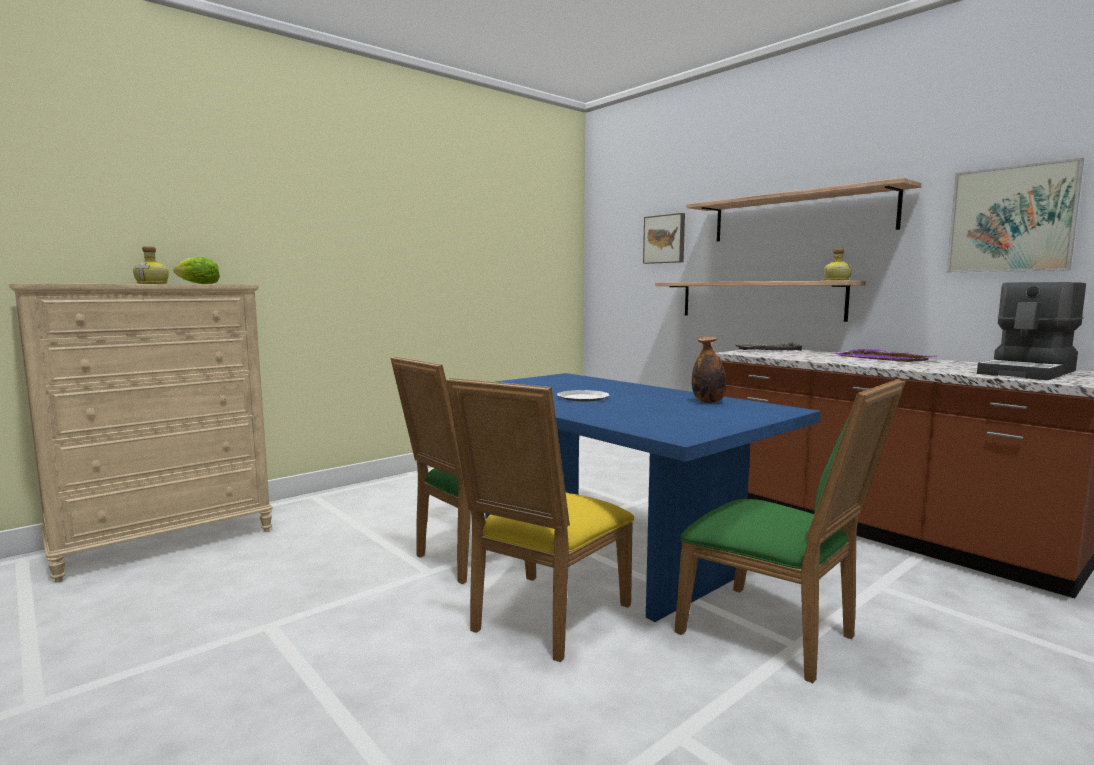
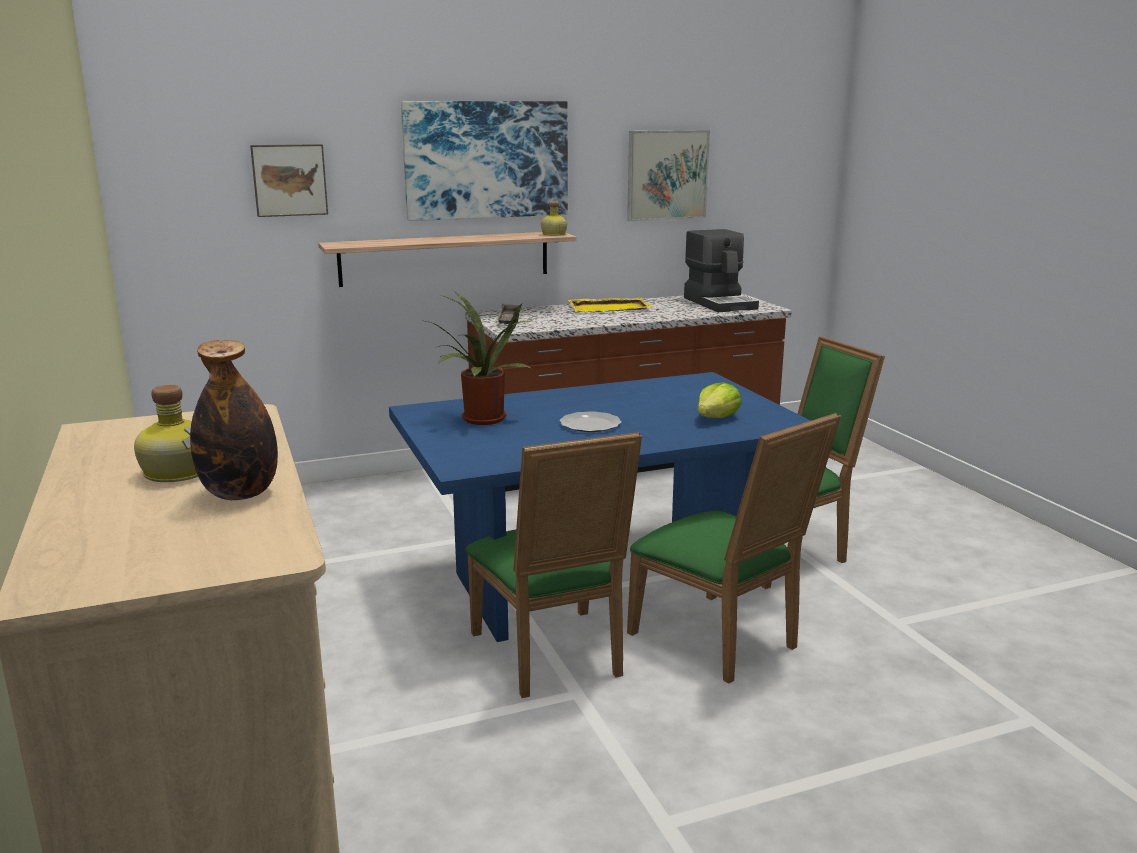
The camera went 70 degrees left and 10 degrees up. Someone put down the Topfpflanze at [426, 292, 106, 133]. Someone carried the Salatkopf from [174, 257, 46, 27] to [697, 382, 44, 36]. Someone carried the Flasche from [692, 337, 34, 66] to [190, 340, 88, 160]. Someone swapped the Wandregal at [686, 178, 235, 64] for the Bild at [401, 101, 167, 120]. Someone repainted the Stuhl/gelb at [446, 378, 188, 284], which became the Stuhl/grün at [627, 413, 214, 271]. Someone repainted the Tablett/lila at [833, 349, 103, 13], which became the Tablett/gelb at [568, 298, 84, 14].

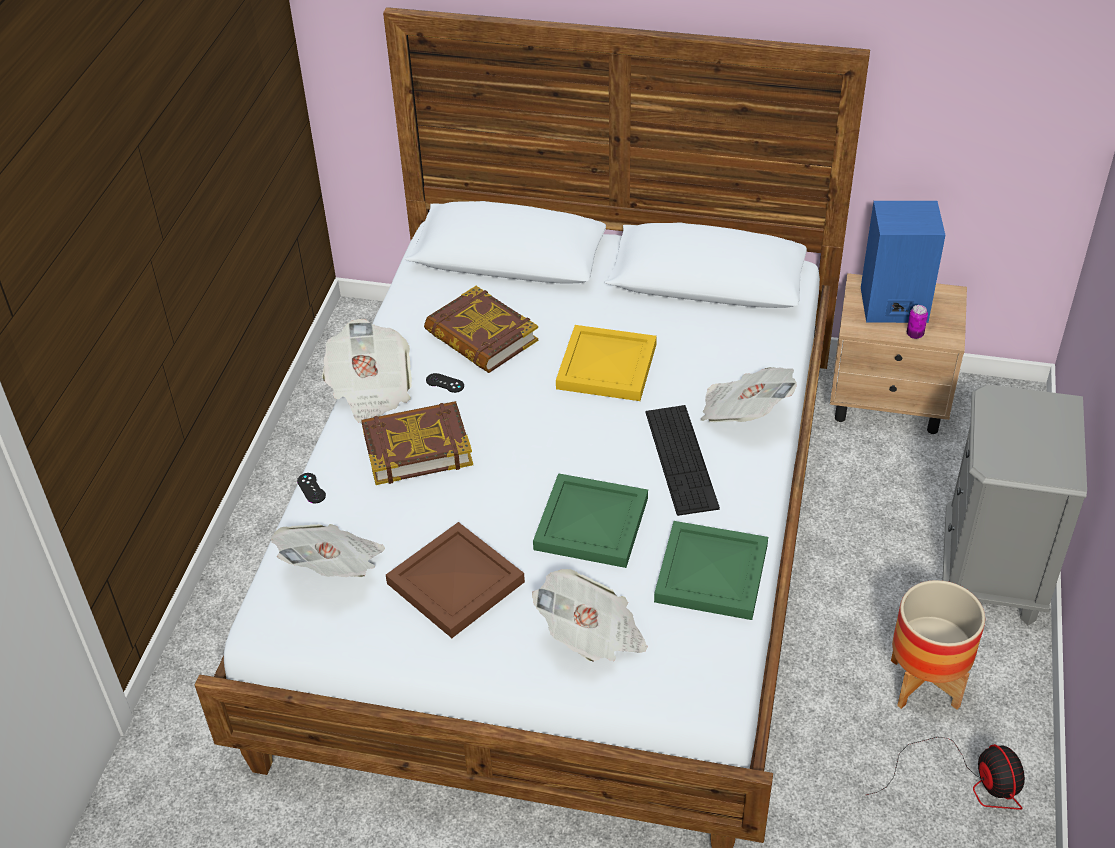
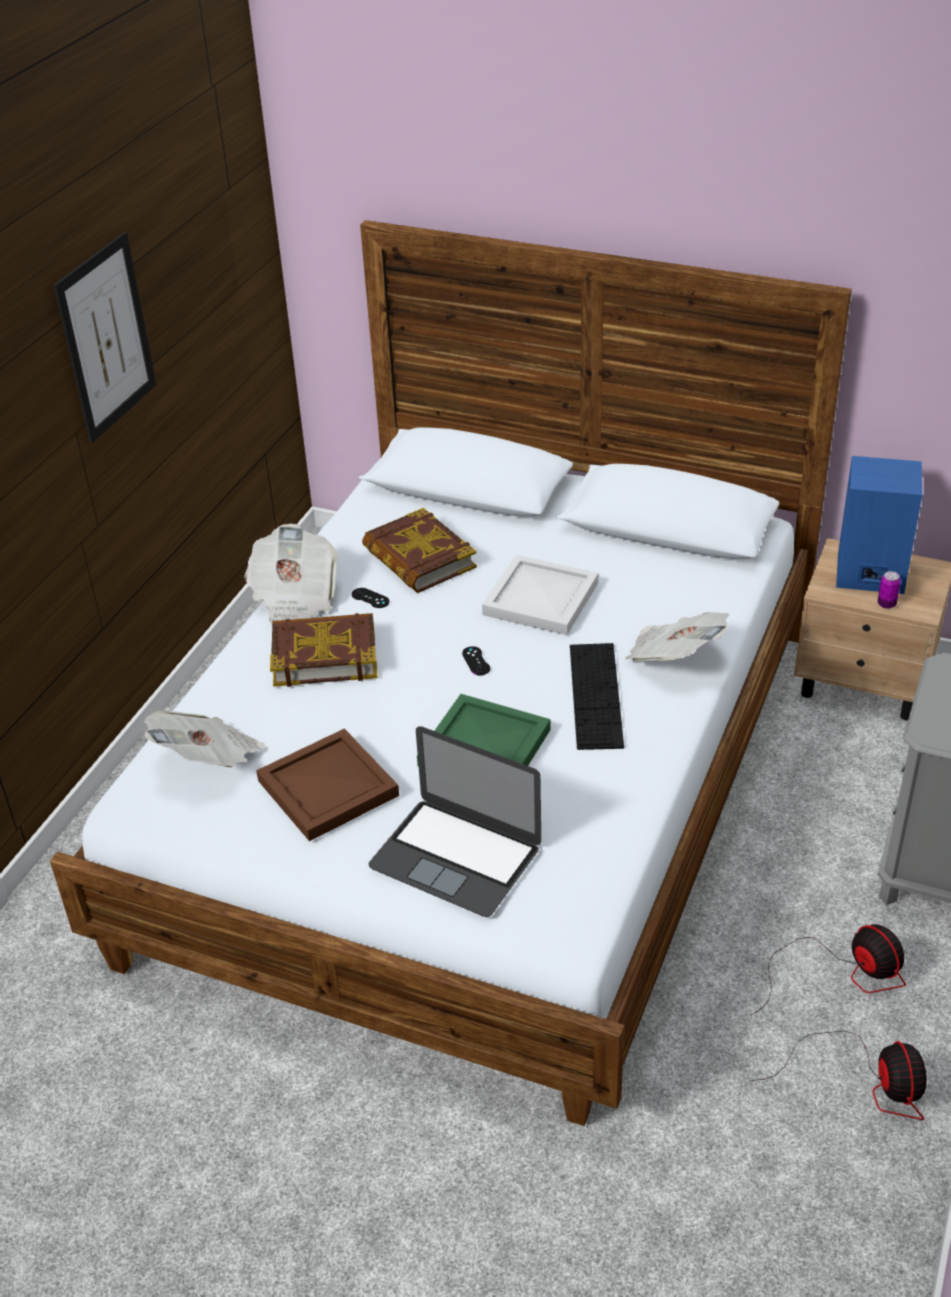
The camera went 10 degrees right and 5 degrees down. Someone took away the Tablett/grün at [654, 521, 114, 99]. Someone put up the Bild at [54, 232, 102, 211]. Someone carried the Gamepad/schwarz from [297, 473, 29, 30] to [462, 646, 28, 29]. Someone swapped the Zeitung at [532, 569, 116, 93] for the Laptop at [369, 726, 172, 191]. Someone swapped the Pflanzkübel at [891, 580, 94, 130] for the Ventilator at [751, 924, 155, 91]. Someone repainted the Tablett/gelb at [556, 325, 101, 76], which became the Tablett/weiß at [482, 555, 116, 80].

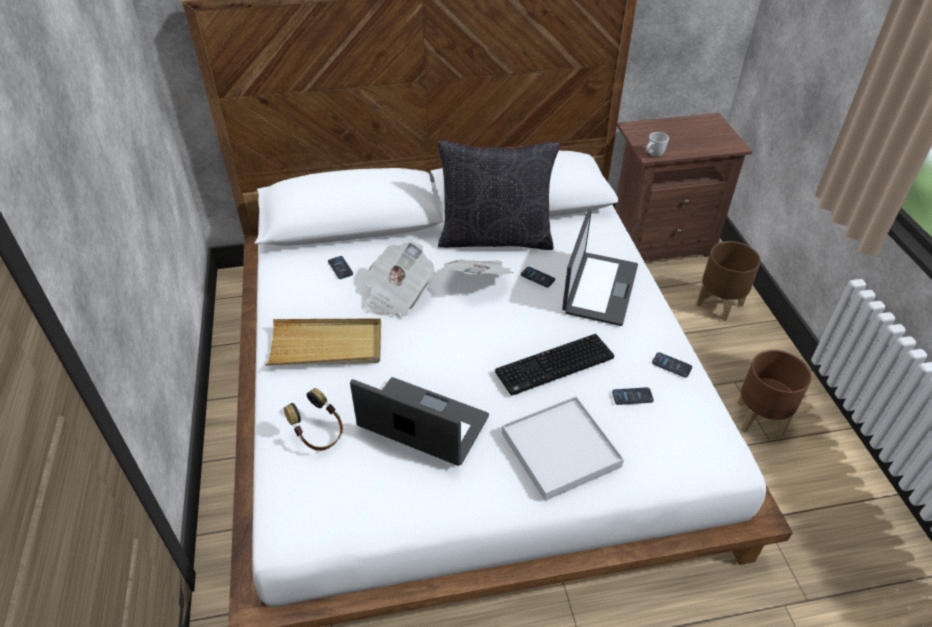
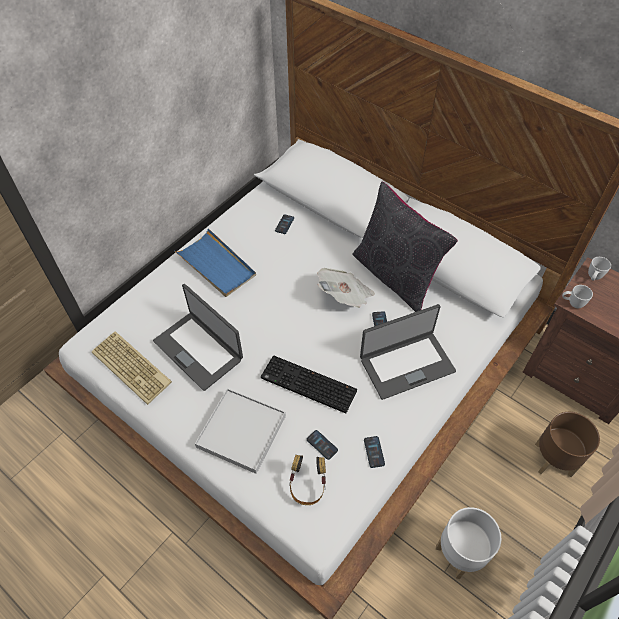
The camera went 50 degrees right and 10 degrees up. Someone took away the Zeitung at [365, 242, 69, 74]. Someone put down the Tastatur at [92, 331, 80, 74]. Someone put down the Henkelbecher/weiß at [588, 257, 23, 24]. Someone carried the Kopfhörer from [284, 388, 59, 63] to [289, 455, 37, 50]. Someone repainted the Tablett/beige at [265, 319, 116, 46], which became the Tablett/blau at [175, 228, 81, 69]. Someone repainted the Pflanzkübel/braun at [738, 350, 74, 88], which became the Pflanzkübel/weiß at [436, 507, 65, 72]. Someone rotated the Laptop at [350, 377, 139, 89] by 150 degrees clockwise.

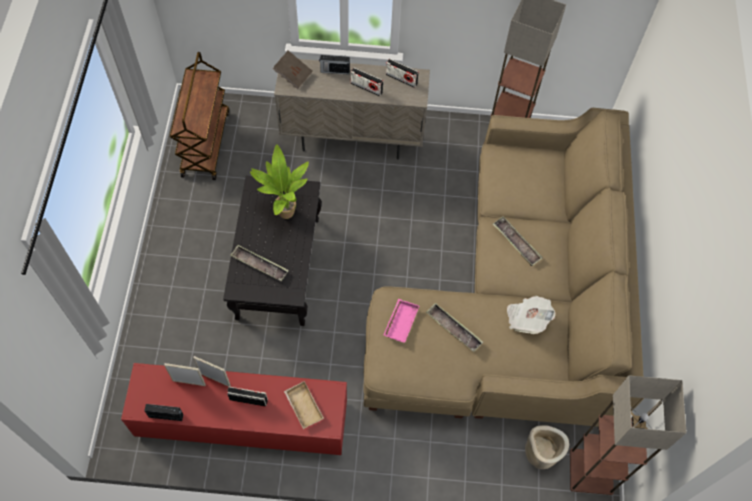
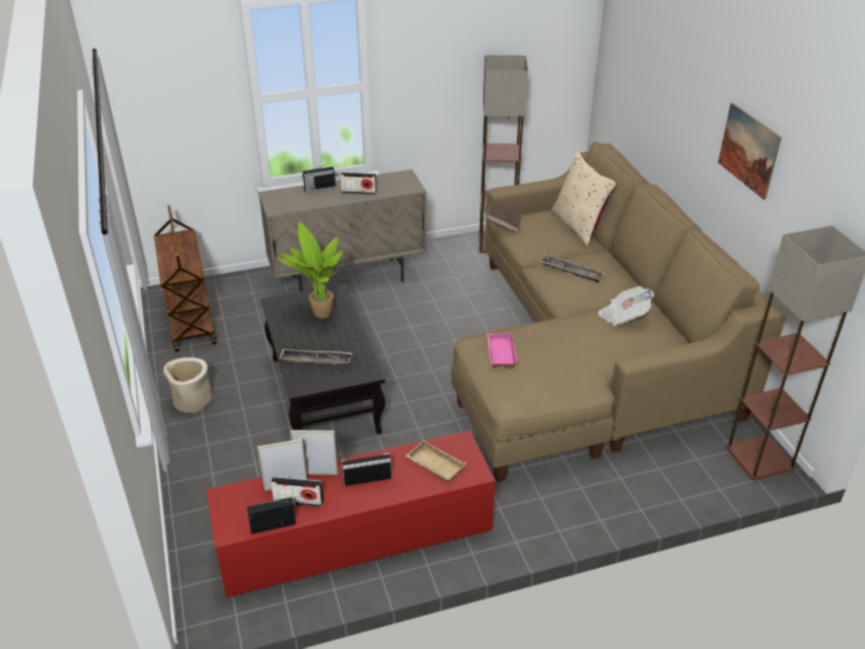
The camera went 20 degrees left and 25 degrees down. Someone took away the Tablett at [426, 303, 57, 49]. Someone put down the Kissen/beige at [551, 151, 66, 95]. Someone put up the Bild at [718, 103, 64, 97]. Someone carried the Buch/braun from [273, 51, 40, 39] to [487, 202, 34, 31]. Someone carried the Radio from [386, 59, 33, 29] to [271, 476, 52, 31]. Someone carried the Pflanzkübel/beige from [525, 425, 44, 44] to [163, 357, 49, 56].

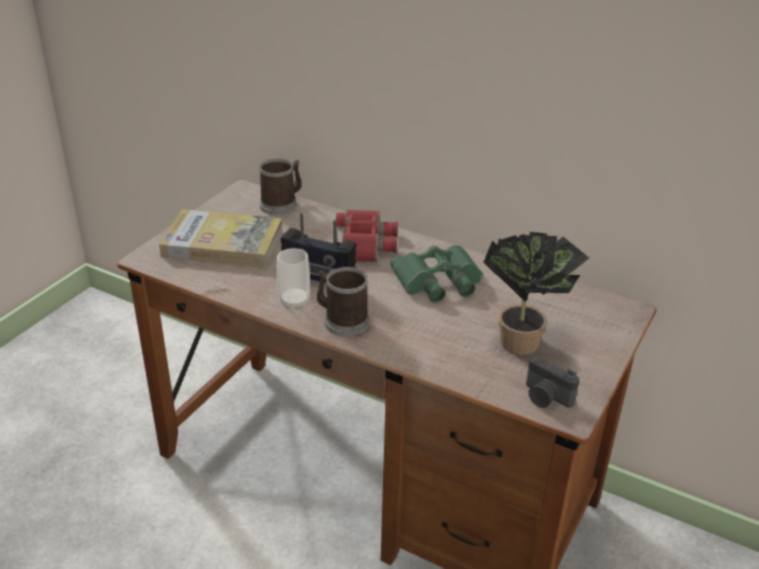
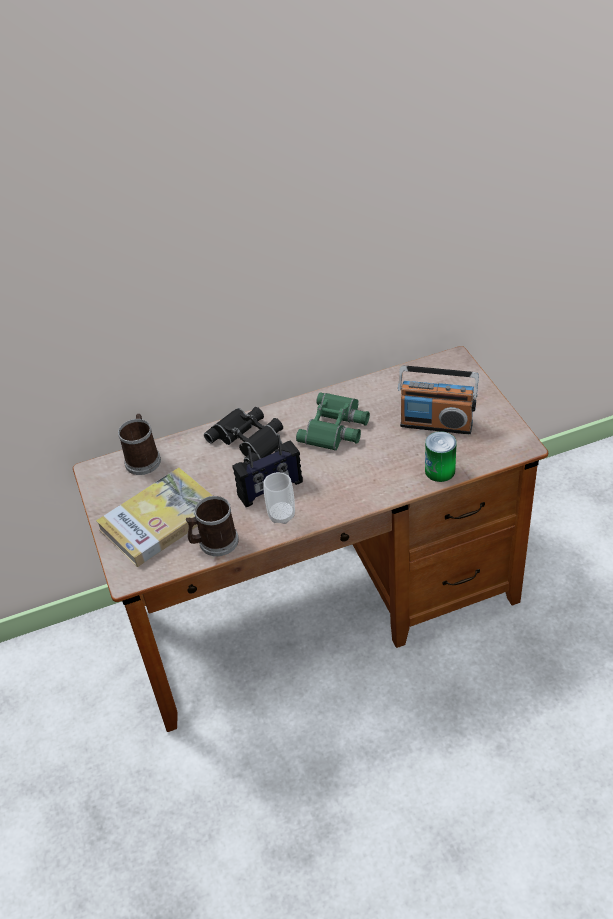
The camera went 45 degrees left and 10 degrees up. Someone took away the Kamera at [526, 356, 53, 52]. Someone put down the Dose at [425, 431, 32, 51]. Someone carried the Henkelbecher from [317, 267, 52, 70] to [186, 496, 53, 60]. Someone swapped the Topfpflanze at [483, 232, 106, 123] for the Radio at [398, 365, 81, 69]. Someone repainted the Fernglas/rot at [336, 210, 62, 52], which became the Fernglas/schwarz at [204, 407, 79, 56].

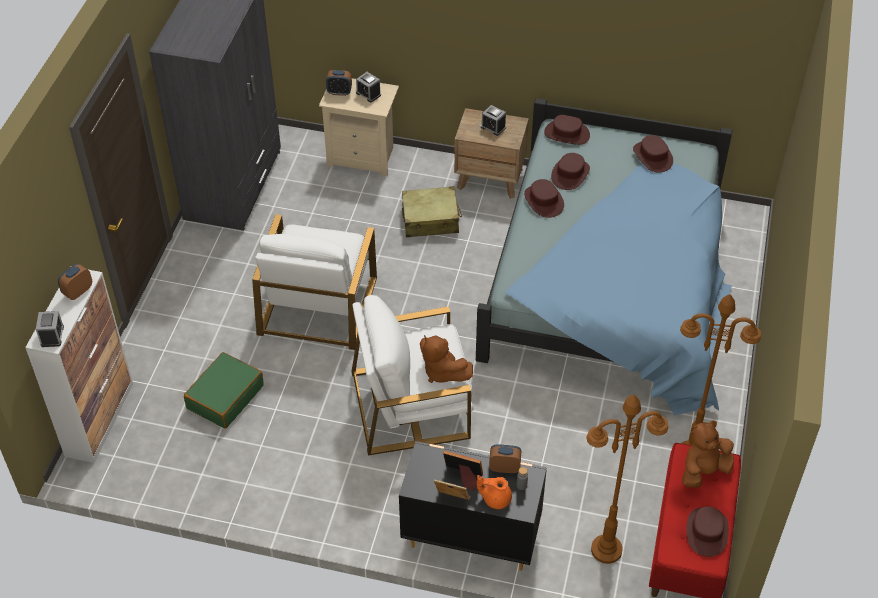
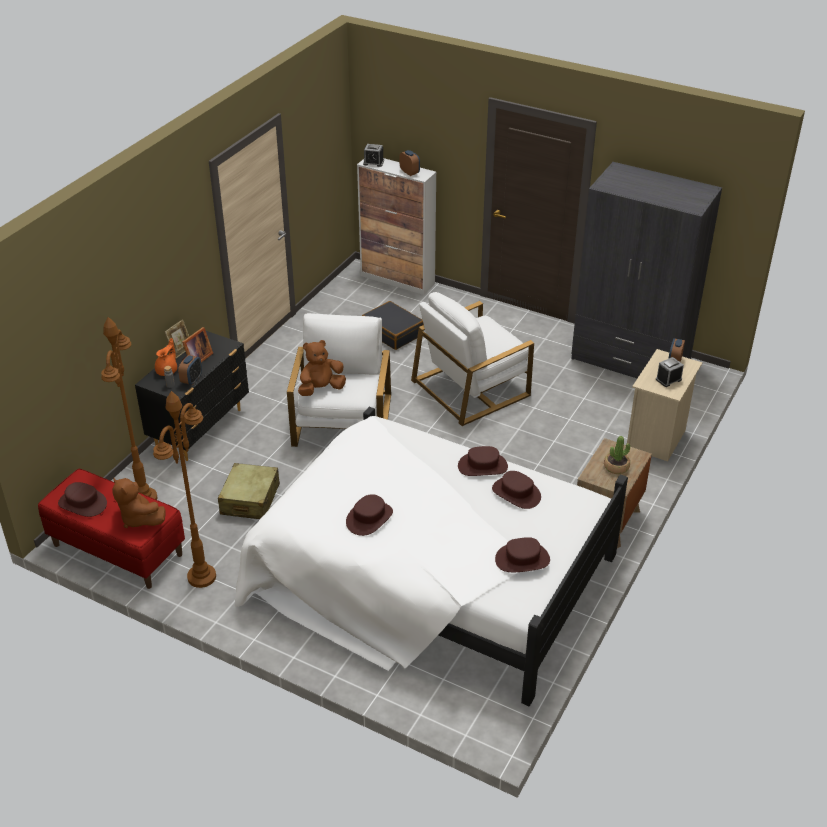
The camera went 105 degrees right and 10 degrees down. Someone carried the Koffer/beige from [402, 186, 60, 51] to [218, 463, 62, 56]. Someone carried the Hut/braun from [544, 115, 46, 30] to [346, 494, 47, 42]. Someone swapped the Wecker at [481, 105, 25, 31] for the Topfpflanze at [604, 436, 26, 38]. Someone repainted the Koffer/grün at [184, 352, 80, 77], which became the Koffer/schwarz at [362, 301, 62, 49]. Someone repainted the Bett/blau at [476, 98, 257, 318], which became the Bett/weiß at [235, 407, 393, 299]. Someone rotated the Sessel/weiß at [252, 214, 125, 136] by 60 degrees counterclockwise. Someone rotated the Plüschtier/braun at [682, 420, 52, 68] by 150 degrees clockwise.

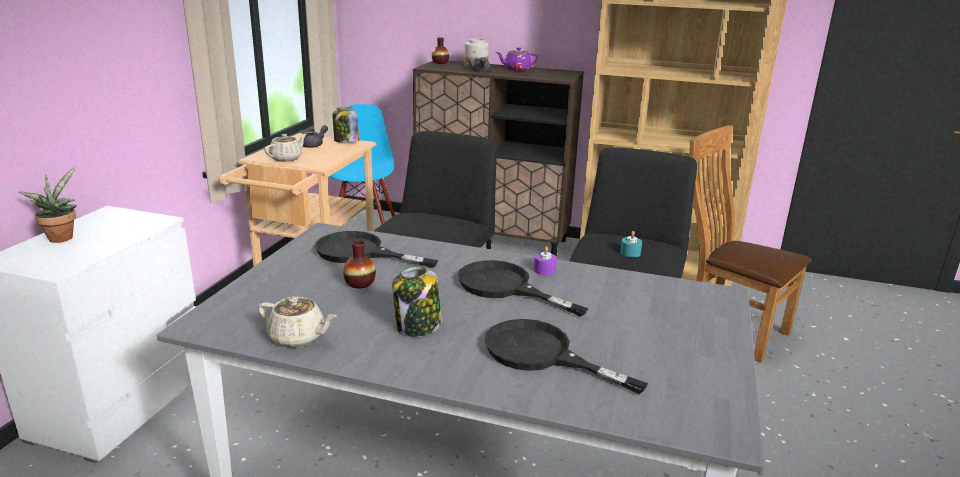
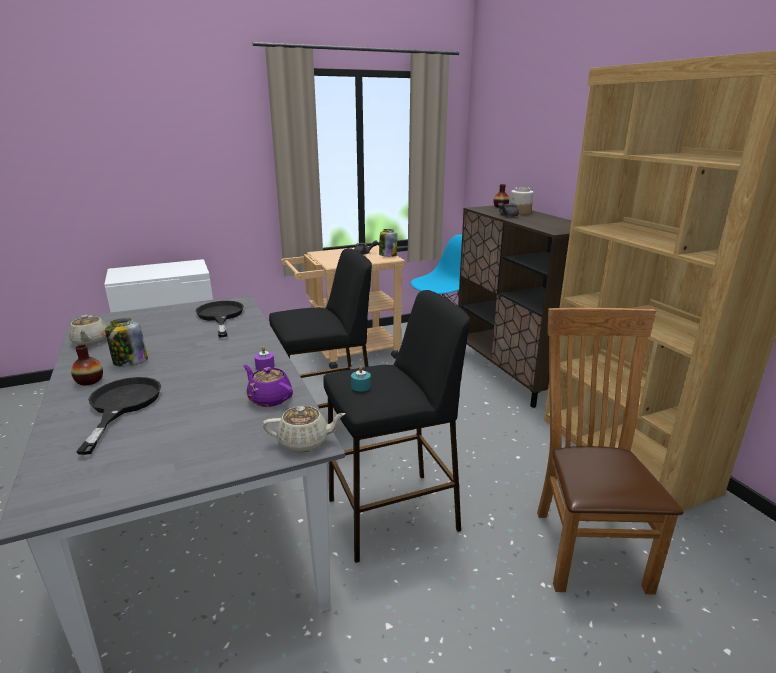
The camera went 50 degrees right and 0 degrees up. Someone took away the Topfpflanze at [19, 167, 58, 76]. Someone took away the Pfanne/schwarz at [458, 260, 131, 57]. Someone carried the Teekanne/beige from [264, 134, 42, 28] to [263, 406, 83, 47]. Someone carried the Vase from [343, 240, 33, 48] to [71, 345, 32, 41]. Someone carried the Teekanne/lila from [496, 47, 42, 24] to [243, 364, 50, 43].

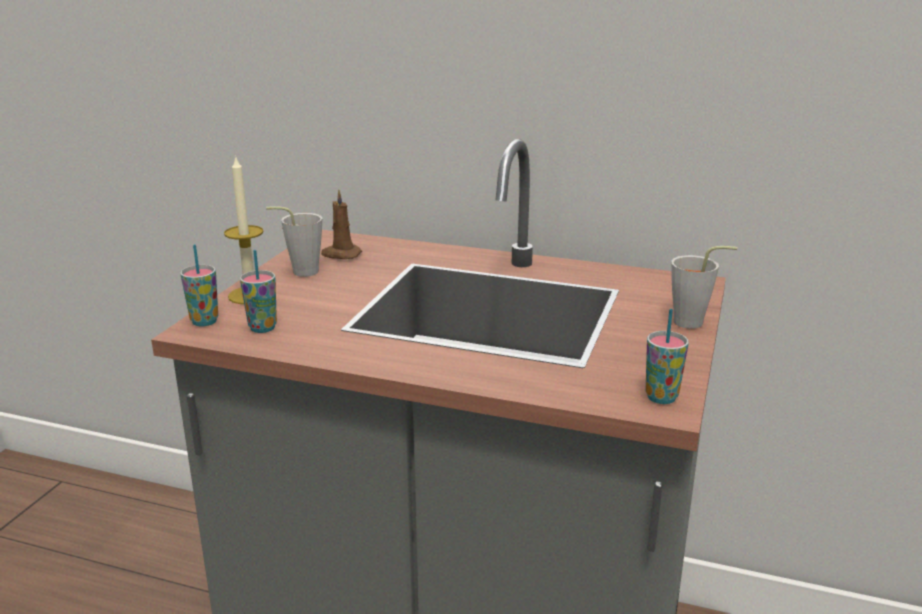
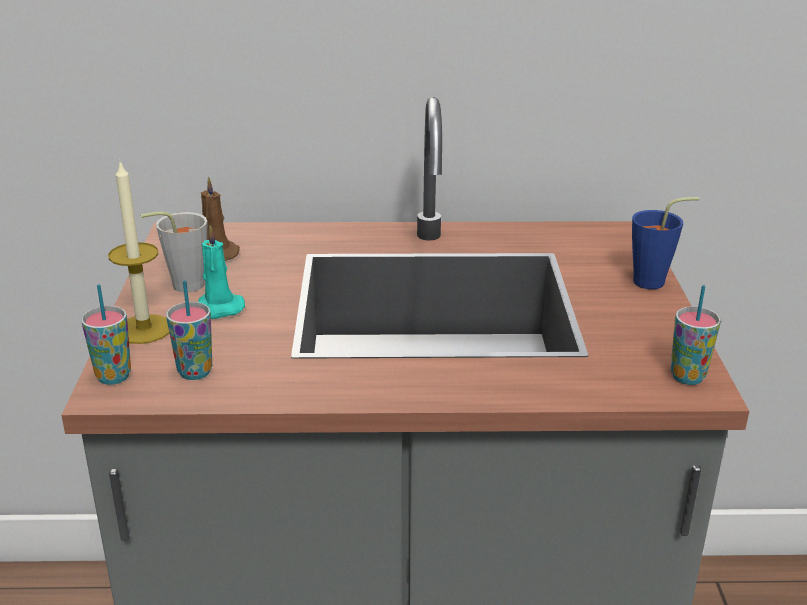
The camera went 20 degrees left and 5 degrees up. Someone put down the Kerze/türkis at [198, 225, 47, 94]. Someone repainted the Tasse/grau at [671, 246, 66, 83], which became the Tasse/blau at [632, 197, 67, 92].

